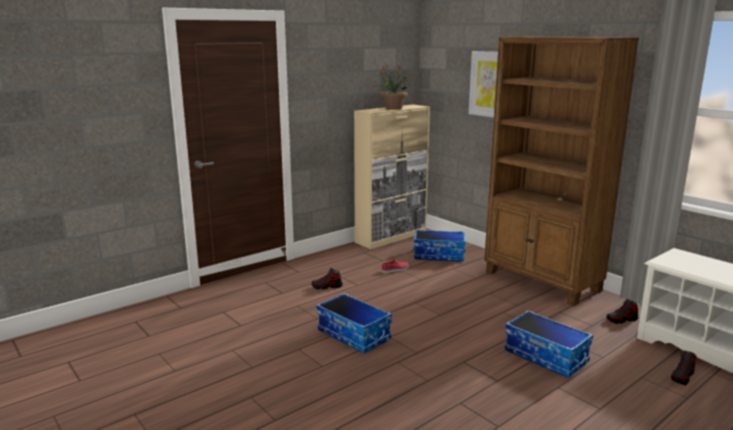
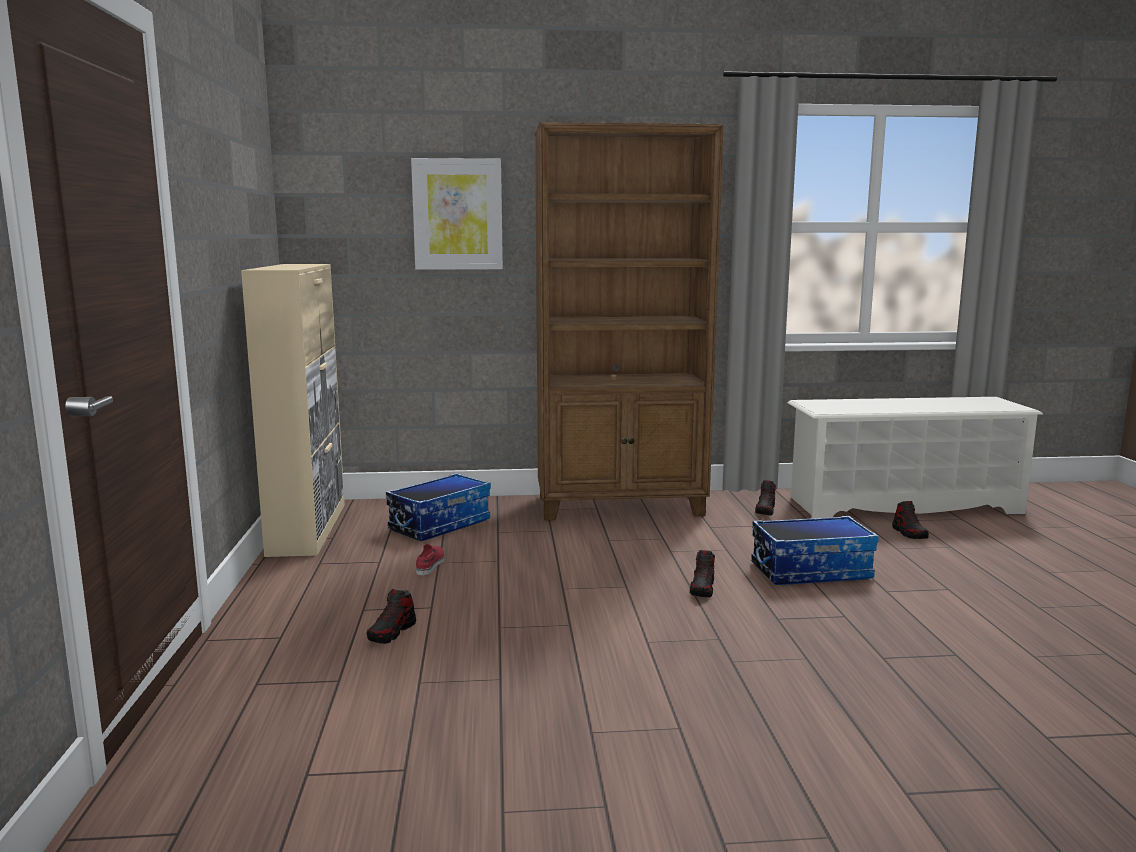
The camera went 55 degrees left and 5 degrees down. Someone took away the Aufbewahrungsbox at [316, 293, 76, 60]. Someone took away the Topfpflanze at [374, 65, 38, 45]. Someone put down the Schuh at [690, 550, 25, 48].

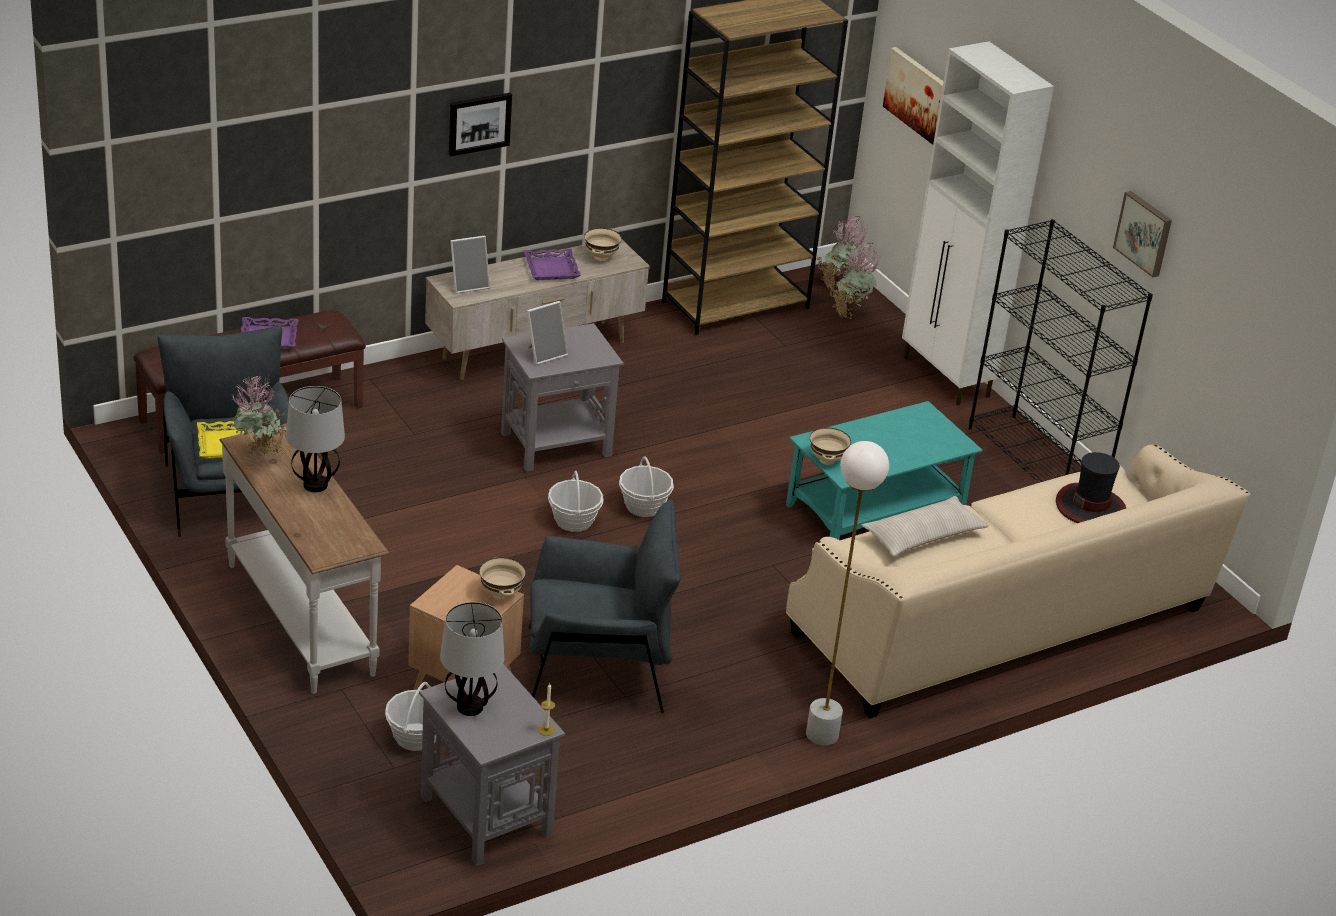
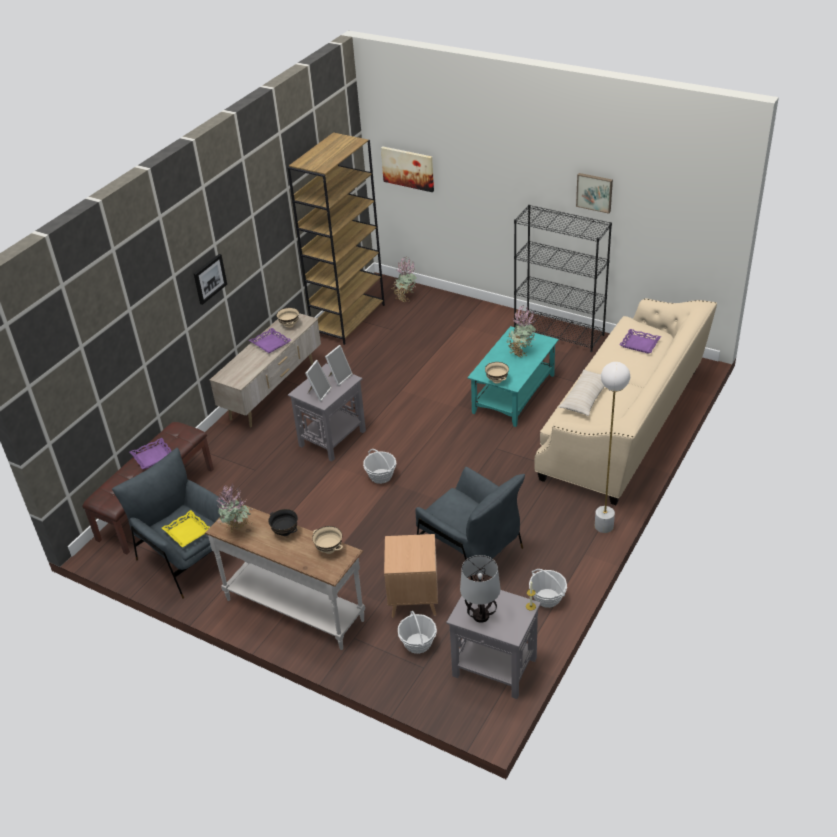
The camera went 25 degrees left and 5 degrees up. Someone took away the Schrank/weiß at [902, 41, 152, 365]. Someone carried the Bilderrahmen from [450, 236, 40, 58] to [325, 345, 28, 41]. Someone carried the Schüssel/beige from [479, 557, 47, 43] to [312, 526, 31, 28]. Someone carried the Korb from [619, 456, 55, 61] to [529, 569, 38, 39]. Someone carried the Topfpflanze from [816, 216, 51, 75] to [507, 305, 29, 53]. Someone swapped the Tischlampe at [286, 386, 59, 106] for the Schüssel/schwarz at [268, 509, 30, 27]. Someone swapped the Hut at [1056, 452, 70, 71] for the Tablett/lila at [619, 329, 42, 24]. Someone rotated the Sessel/grau at [528, 499, 153, 214] by 75 degrees clockwise.

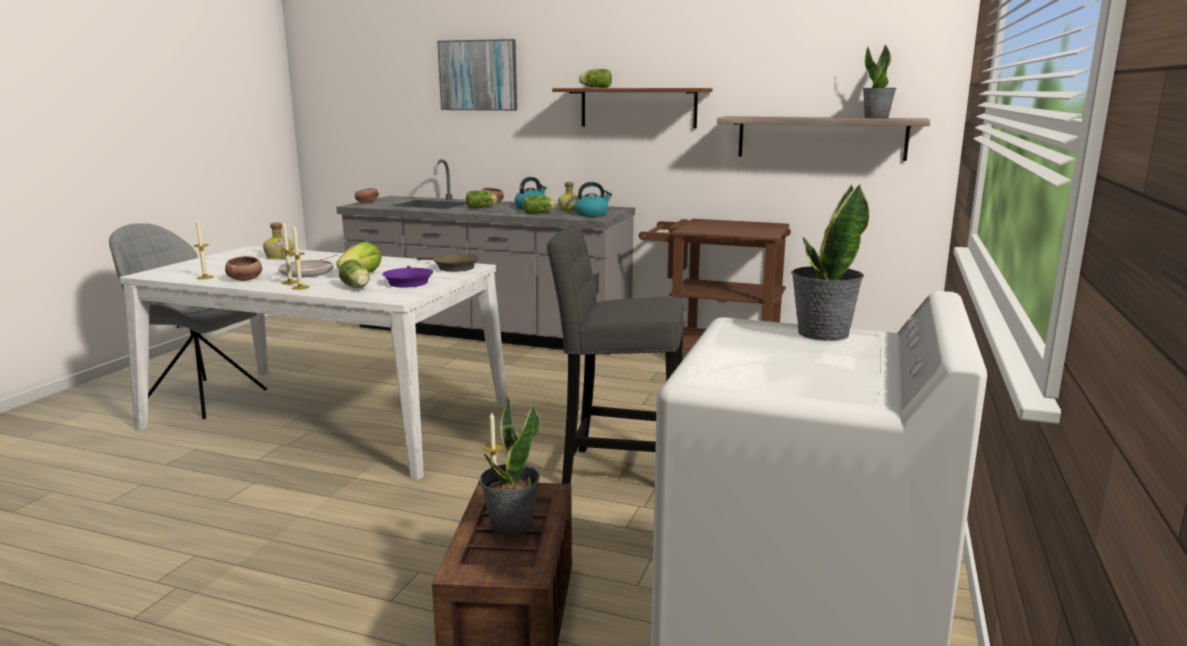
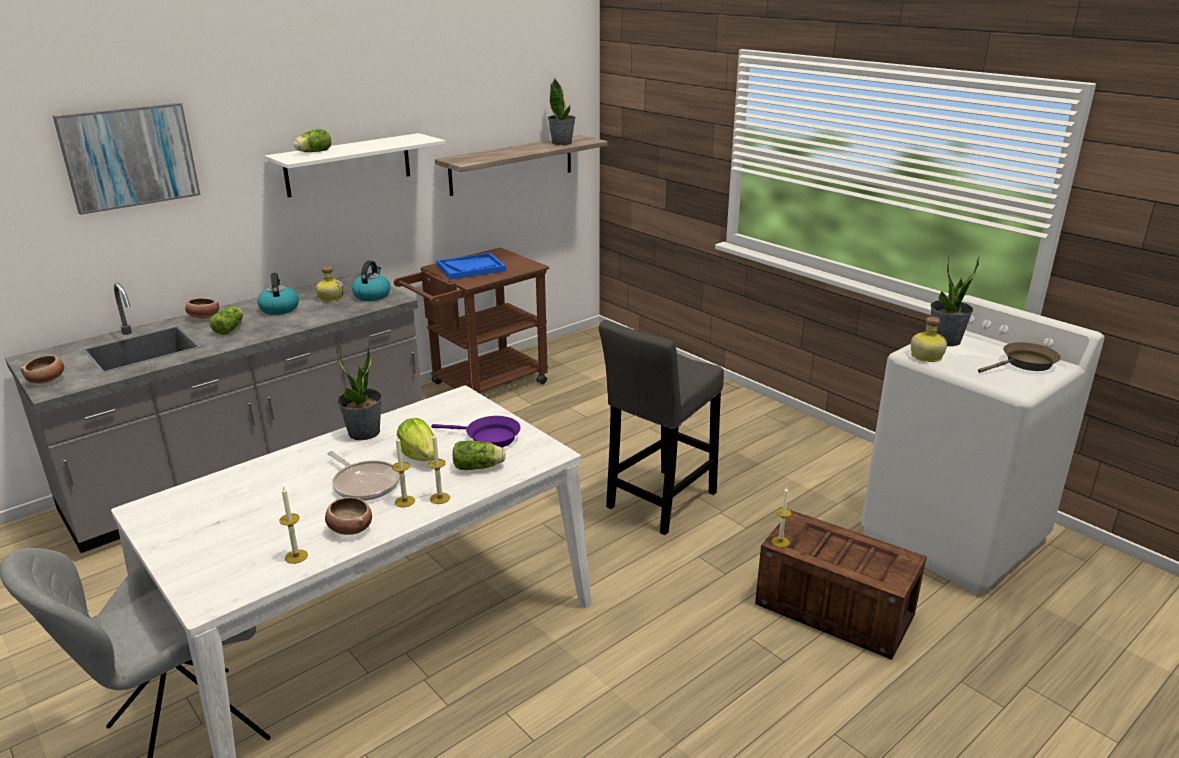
The camera went 60 degrees left and 10 degrees up. Someone took away the Salatkopf at [523, 195, 33, 19]. Someone put down the Tablett/blau at [436, 253, 70, 27]. Someone carried the Flasche from [263, 222, 31, 37] to [911, 317, 36, 45]. Someone carried the Pfanne/braun from [417, 254, 62, 18] to [978, 342, 83, 31]. Someone carried the Topfpflanze from [480, 399, 60, 137] to [336, 340, 46, 100]. Someone repainted the Wandregal/braun at [552, 88, 160, 40], which became the Wandregal/weiß at [265, 133, 181, 65].

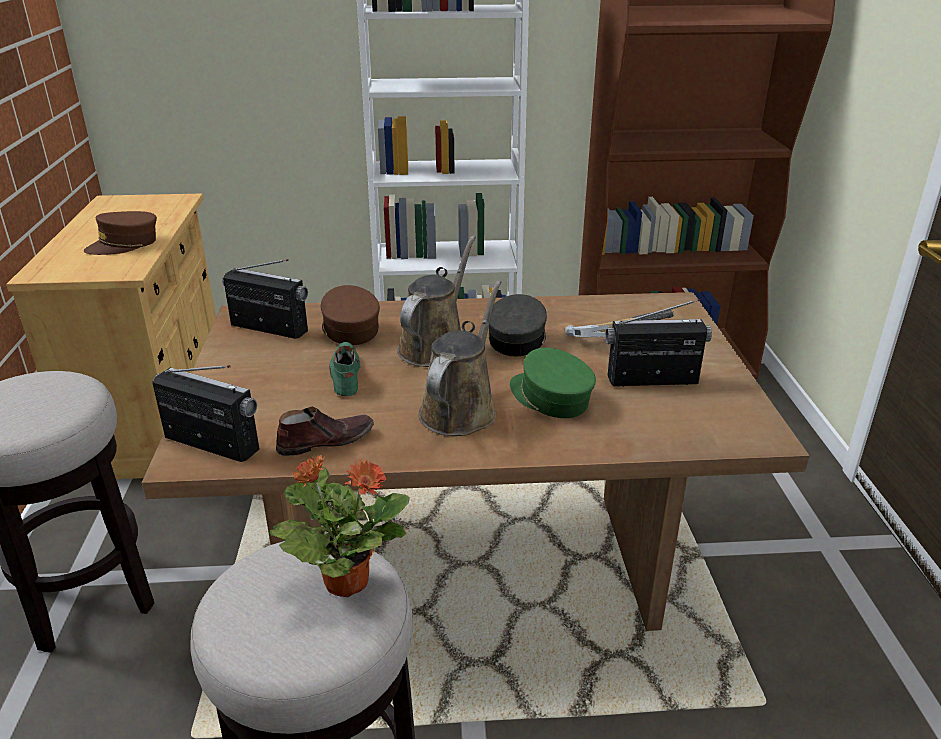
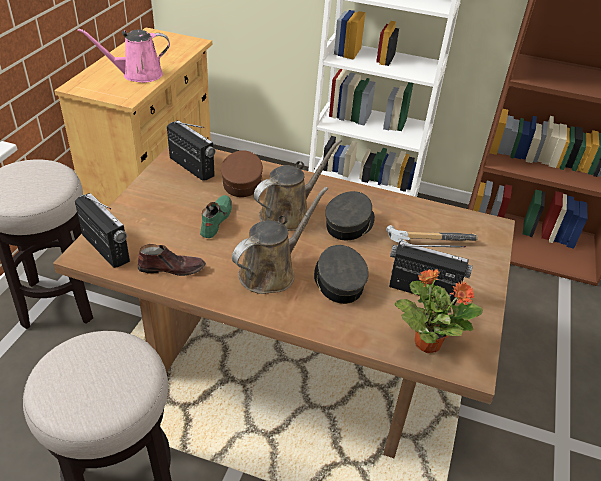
The camera went 20 degrees right and 10 degrees up. Someone carried the Topfpflanze from [270, 454, 140, 143] to [395, 269, 88, 84]. Someone swapped the Kappe/braun at [84, 211, 73, 44] for the Gießkanne/rosa at [77, 28, 93, 55]. Someone repainted the Kappe/grün at [510, 348, 86, 70], which became the Kappe/grau at [314, 245, 55, 59].

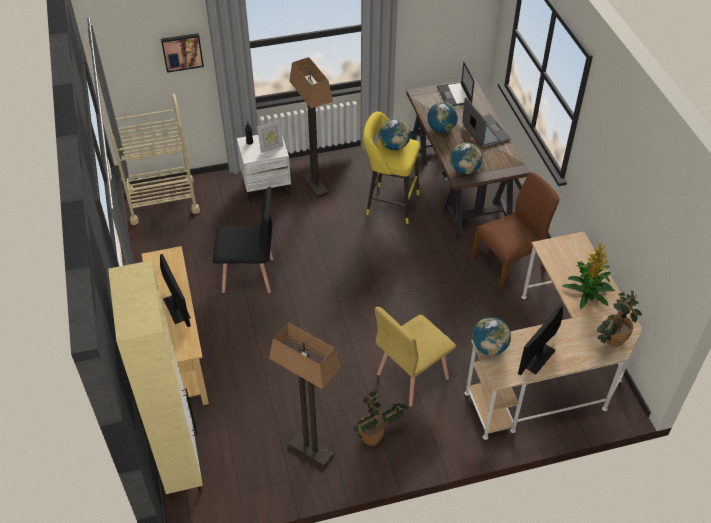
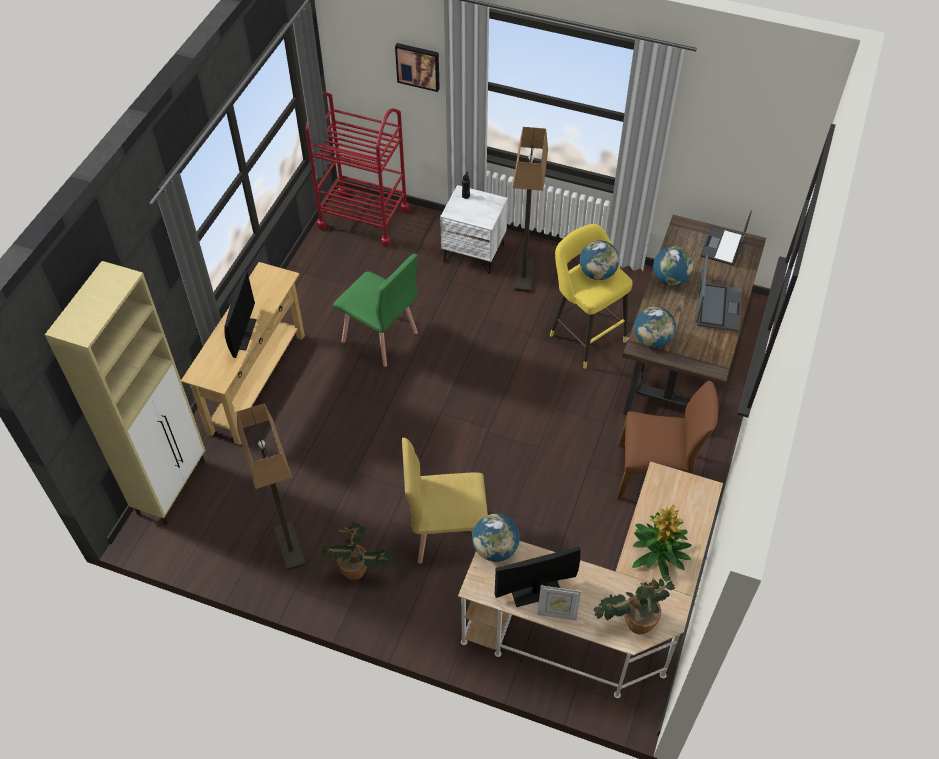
The camera went 35 degrees right and 5 degrees up. Someone carried the Bilderrahmen from [257, 120, 26, 33] to [537, 585, 44, 36]. Someone repainted the Rollwagen/beige at [106, 94, 94, 131], which became the Rollwagen/rot at [305, 91, 105, 156]. Someone repainted the Stuhl/schwarz at [212, 187, 62, 106], which became the Stuhl/grün at [333, 254, 85, 113].

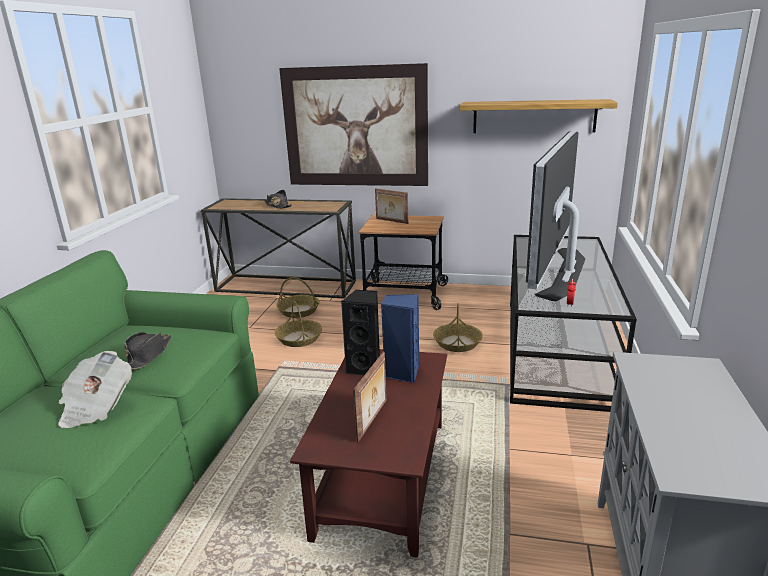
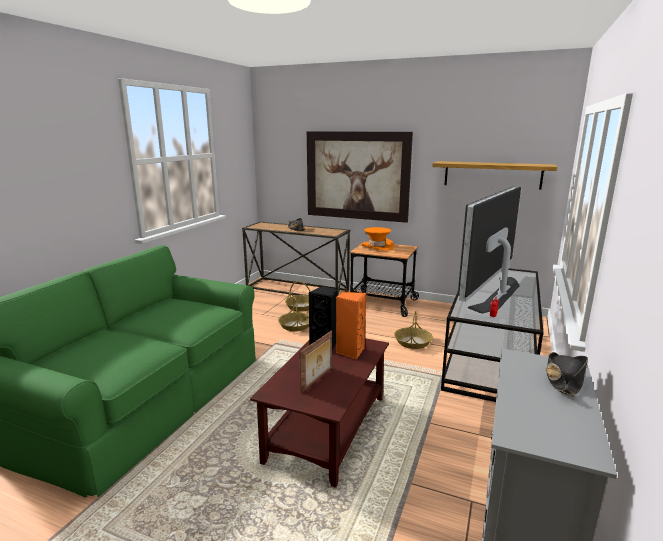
The camera went 10 degrees right and 5 degrees down. Someone took away the Zeitung at [58, 351, 74, 77]. Someone carried the Hut/schwarz from [125, 332, 46, 38] to [546, 352, 42, 44]. Someone swapped the Bilderrahmen at [375, 188, 33, 36] for the Hut/orange at [360, 227, 35, 24]. Someone repainted the Lautsprecher/blau at [381, 294, 38, 89], which became the Lautsprecher/orange at [336, 291, 30, 68].

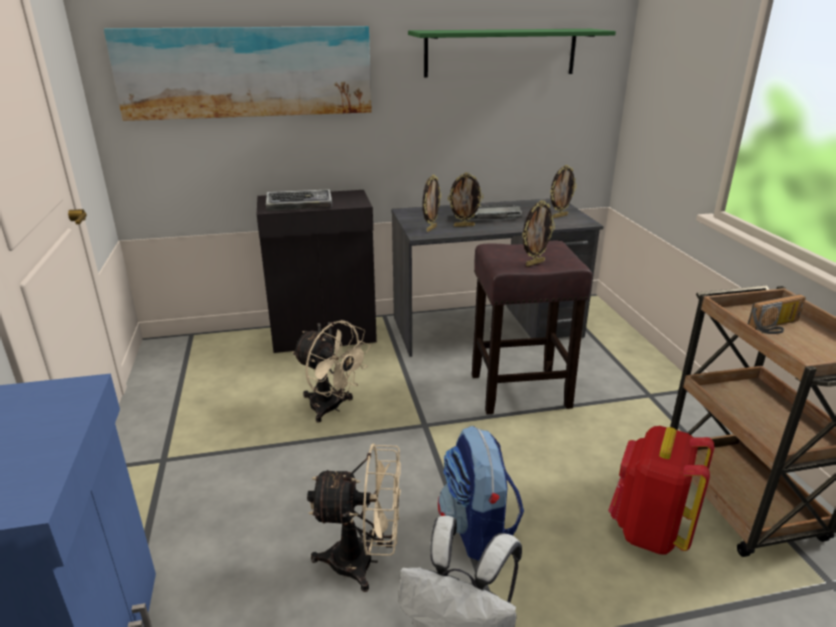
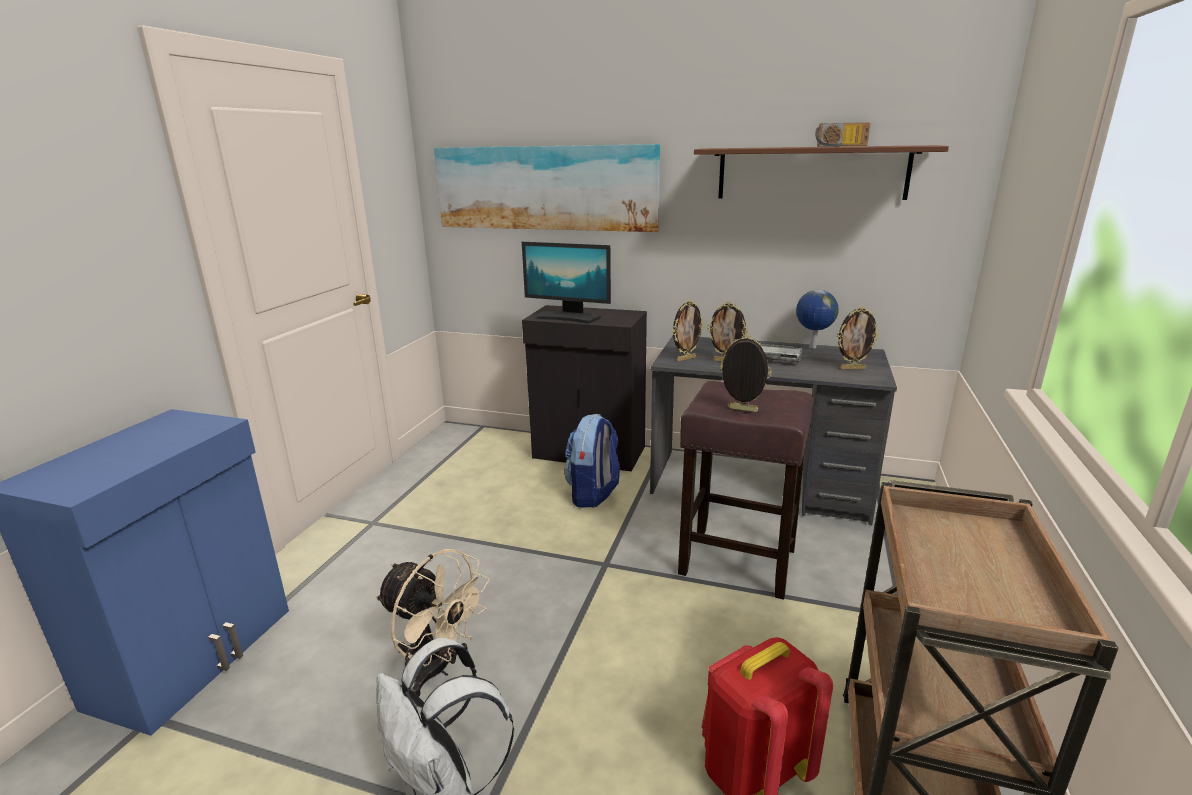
The camera went 30 degrees right and 5 degrees down. Someone took away the Ventilator/beige at [292, 320, 79, 103]. Someone put down the Globus at [796, 290, 43, 58]. Someone carried the Rucksack from [438, 425, 86, 136] to [564, 414, 56, 94]. Someone carried the Radio from [748, 294, 58, 40] to [815, 122, 55, 25]. Someone swapped the Tastatur at [266, 189, 66, 22] for the Monitor at [522, 242, 89, 82]. Someone repainted the Wandregal/grün at [408, 29, 208, 49], which became the Wandregal/braun at [694, 145, 255, 55]. Someone rotated the Bilderrahmen at [522, 200, 33, 67] by 150 degrees counterclockwise.

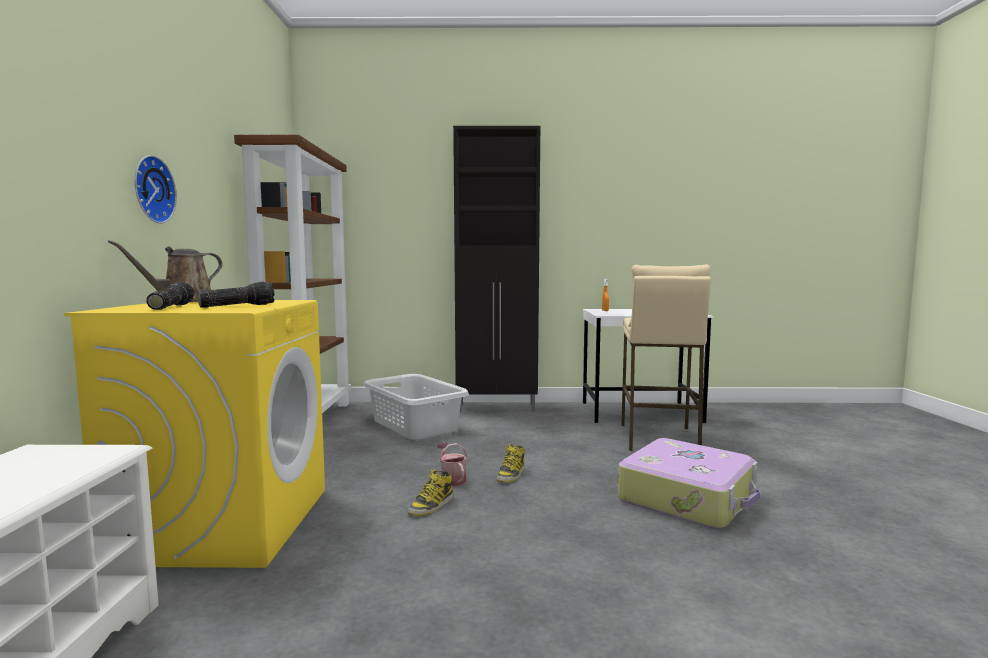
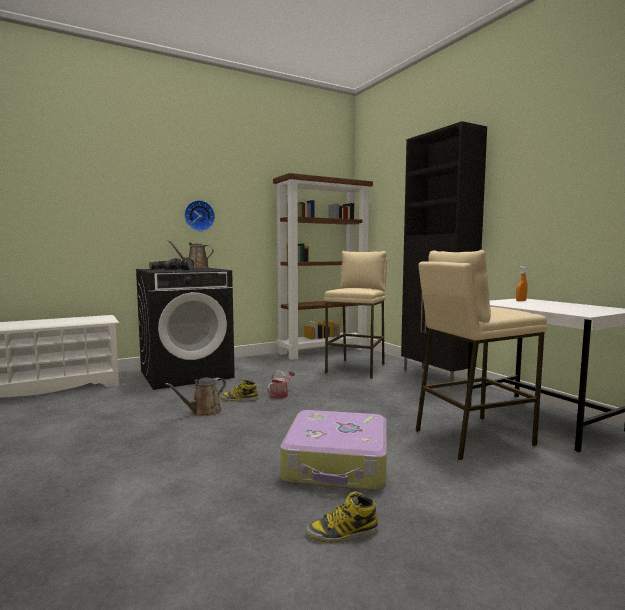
The camera went 60 degrees right and 0 degrees up. Someone put down the Gießkanne/braun at [165, 378, 61, 38]. Someone carried the Stiefel from [496, 444, 29, 39] to [306, 491, 72, 52]. Someone swapped the Wäschekorb/grau at [363, 374, 106, 66] for the Hocker/beige at [324, 251, 63, 128]. Someone repainted the Waschmaschine/gelb at [64, 300, 261, 268], which became the Waschmaschine/schwarz at [136, 268, 99, 122].

